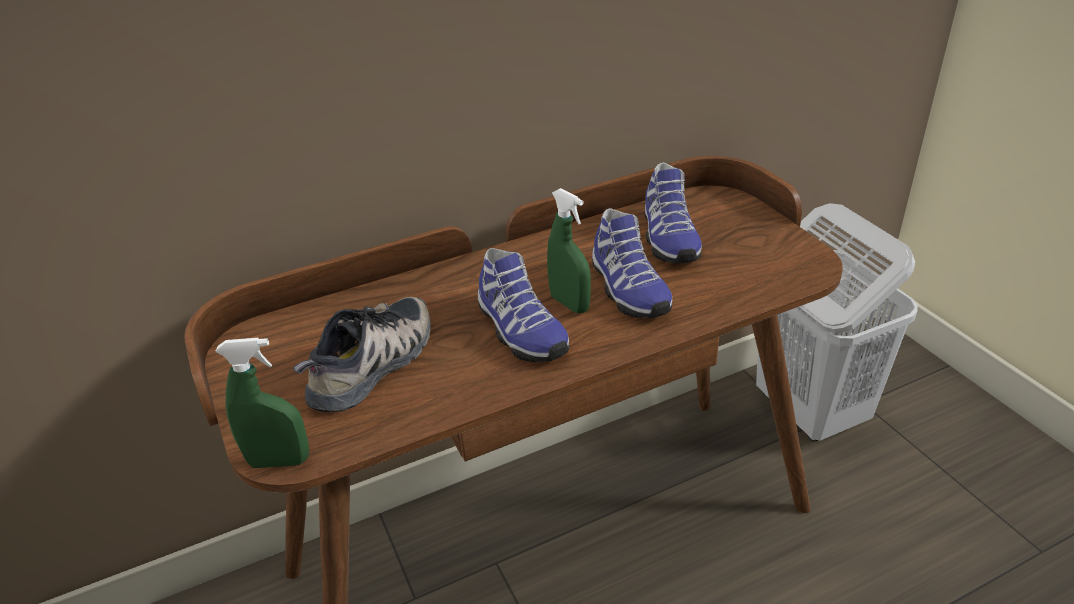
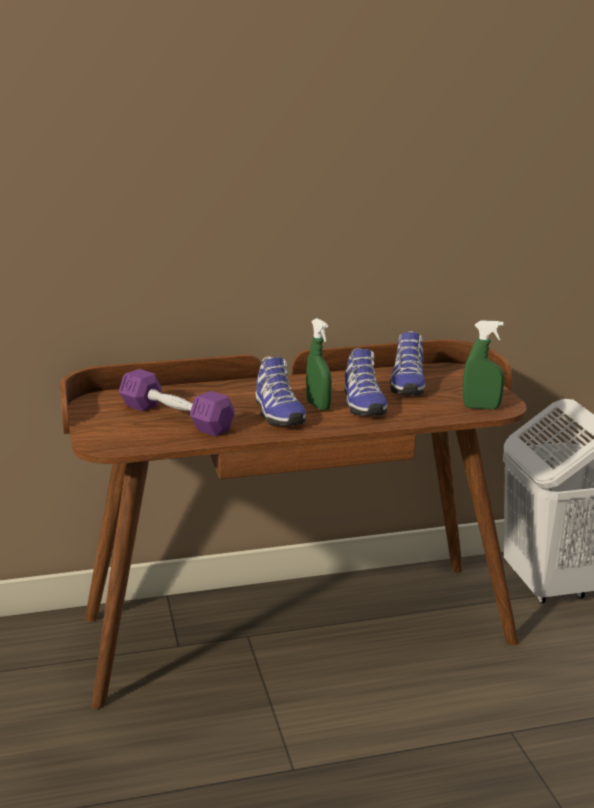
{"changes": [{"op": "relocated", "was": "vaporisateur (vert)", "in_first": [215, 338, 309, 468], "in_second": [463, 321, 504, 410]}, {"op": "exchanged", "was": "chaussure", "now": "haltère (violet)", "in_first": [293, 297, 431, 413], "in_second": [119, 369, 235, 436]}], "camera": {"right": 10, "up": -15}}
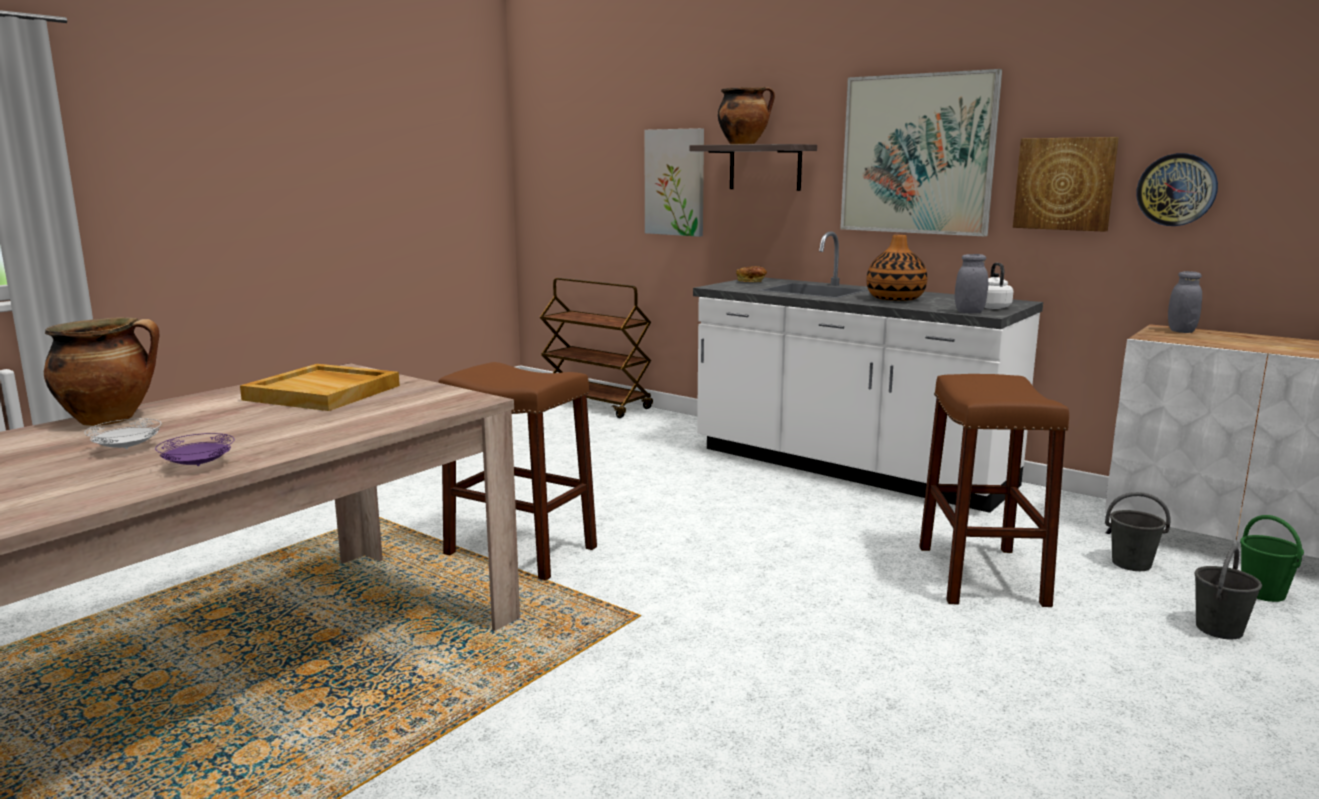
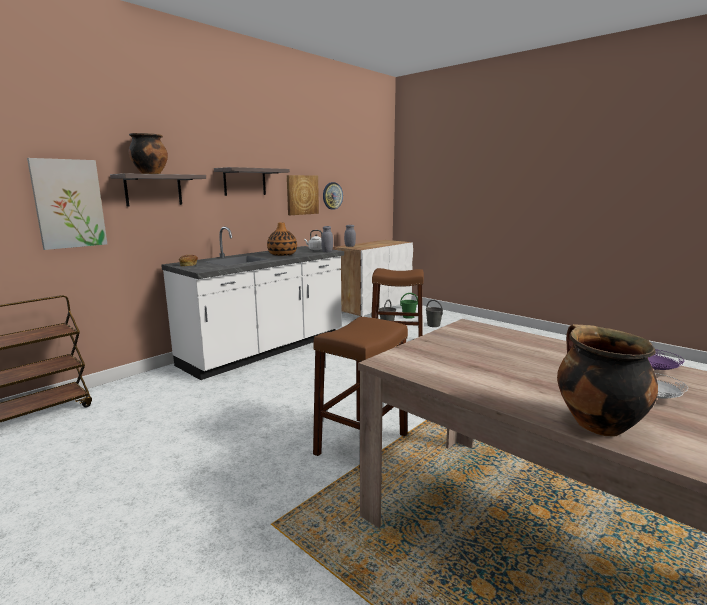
{"changes": [{"op": "missing", "was": "plateau (beige)", "in_first": [240, 364, 400, 411]}, {"op": "exchanged", "was": "tableau", "now": "étagère", "in_first": [840, 69, 1002, 236], "in_second": [214, 167, 290, 196]}], "camera": {"right": -85, "up": 0}}
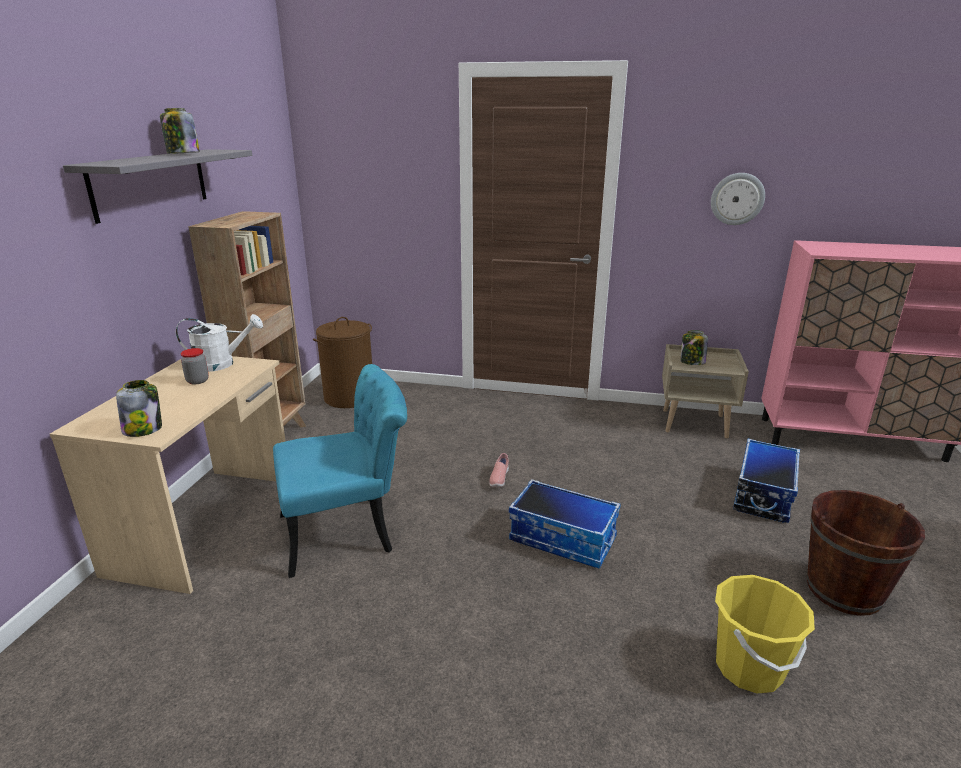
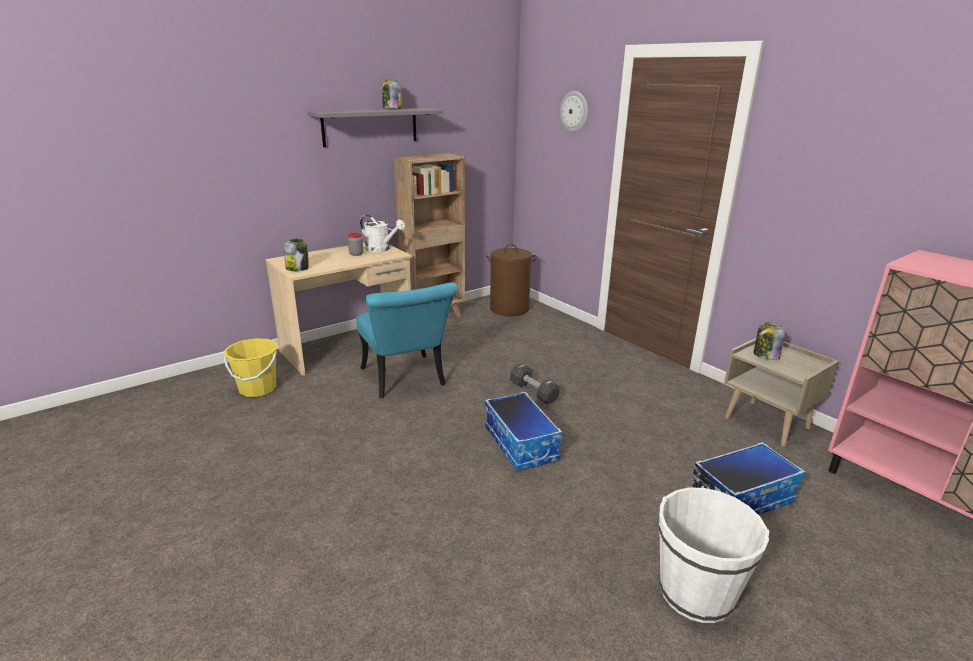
{"changes": [{"op": "relocated", "was": "horloge murale", "in_first": [711, 173, 765, 225], "in_second": [560, 91, 588, 132]}, {"op": "relocated", "was": "seau (jaune)", "in_first": [715, 575, 815, 693], "in_second": [224, 338, 278, 397]}, {"op": "exchanged", "was": "chaussure (rose)", "now": "haltère (noir)", "in_first": [489, 453, 509, 487], "in_second": [510, 363, 560, 405]}, {"op": "colour", "was": "seau (marron)", "now": "seau (blanc)", "in_first": [807, 490, 925, 616], "in_second": [659, 488, 769, 623]}, {"op": "spun", "was": "chaise (turquoise)", "in_first": [273, 364, 407, 578], "in_second": [356, 282, 458, 398], "clockwise": 45}], "camera": {"right": 40, "up": 0}}
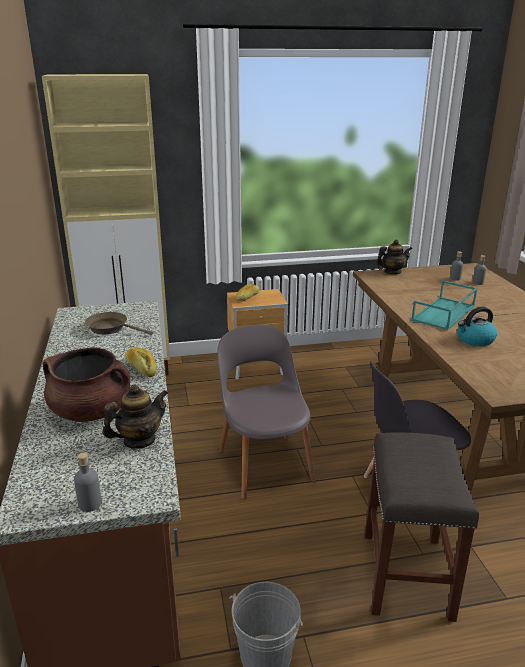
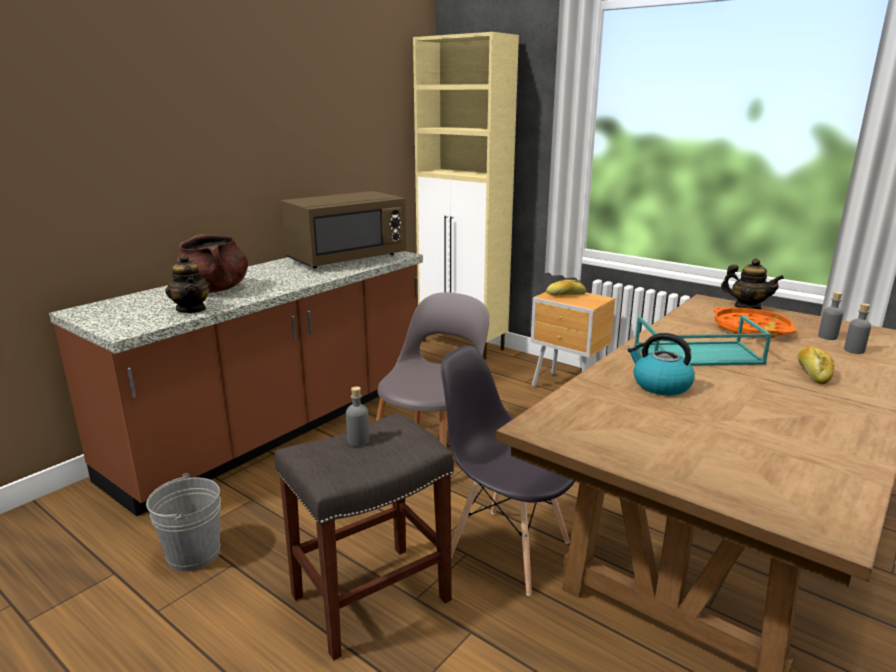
{"changes": [{"op": "appeared", "now": "plateau (orange)", "in_second": [714, 307, 796, 338]}, {"op": "relocated", "was": "bouteille (gris)", "in_first": [74, 453, 102, 512], "in_second": [346, 386, 369, 446]}, {"op": "relocated", "was": "pain", "in_first": [125, 347, 157, 377], "in_second": [797, 346, 835, 384]}, {"op": "exchanged", "was": "poêle (marron)", "now": "micro-ondes (marron)", "in_first": [85, 312, 153, 335], "in_second": [281, 191, 406, 269]}, {"op": "spun", "was": "théière", "in_first": [103, 384, 168, 449], "in_second": [165, 254, 211, 313], "clockwise": 45}], "camera": {"right": 50, "up": -5}}
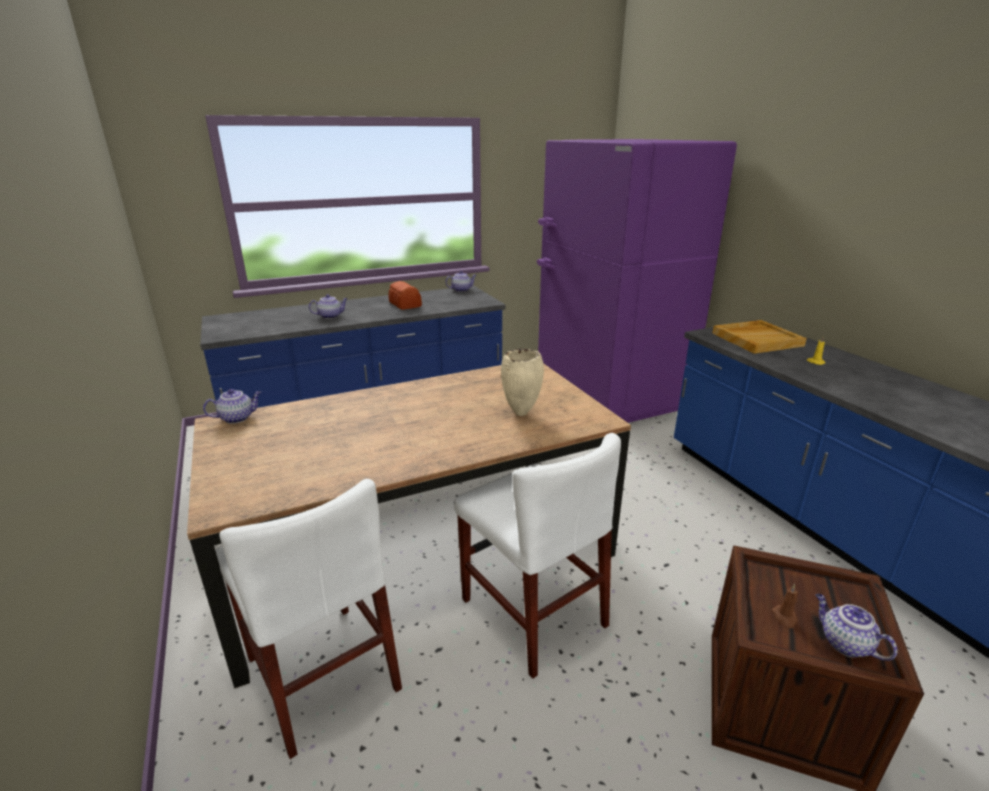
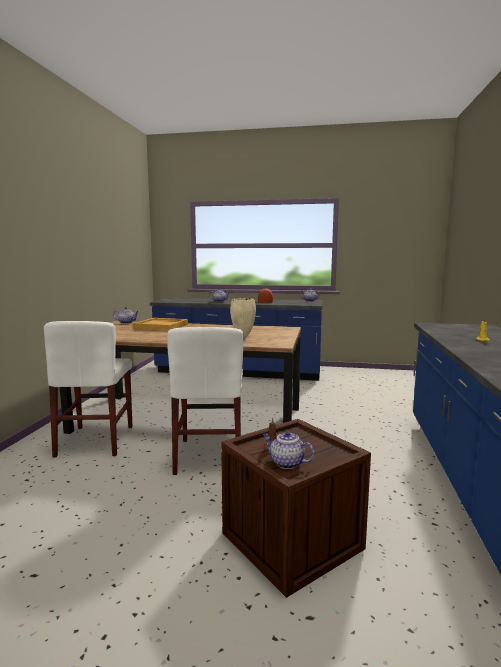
{"changes": [{"op": "missing", "was": "réfrigérateur (violet)", "in_first": [537, 139, 737, 423]}, {"op": "relocated", "was": "plateau (beige)", "in_first": [712, 320, 807, 354], "in_second": [133, 318, 188, 331]}, {"op": "spun", "was": "théière", "in_first": [816, 594, 898, 661], "in_second": [263, 431, 315, 469], "clockwise": -60}], "camera": {"right": 35, "up": -15}}
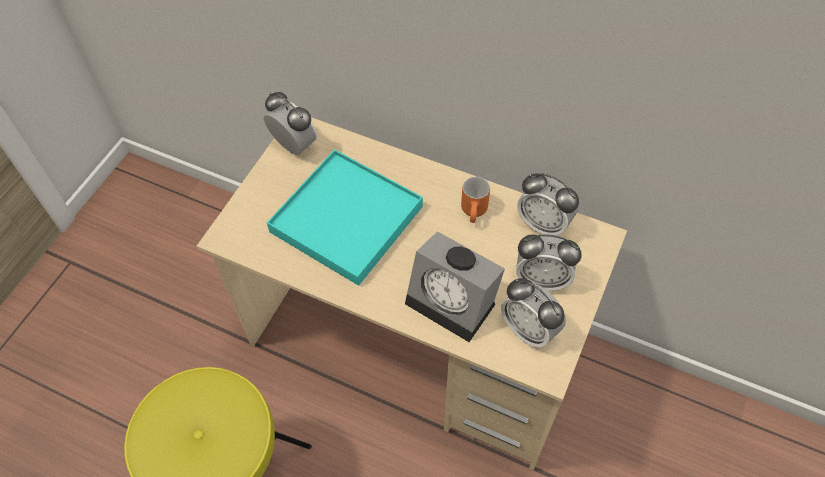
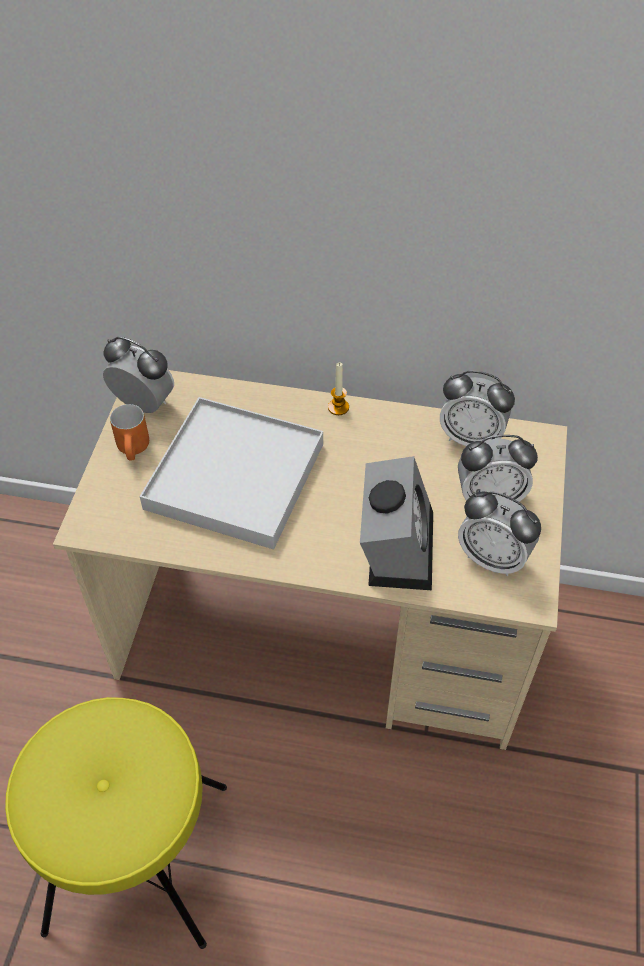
{"changes": [{"op": "appeared", "now": "bougie", "in_second": [328, 363, 349, 415]}, {"op": "relocated", "was": "mug (orange)", "in_first": [461, 177, 490, 223], "in_second": [110, 404, 149, 461]}, {"op": "colour", "was": "plateau (turquoise)", "now": "plateau (blanc)", "in_first": [267, 149, 423, 286], "in_second": [140, 397, 323, 550]}, {"op": "spun", "was": "réveil", "in_first": [405, 231, 505, 342], "in_second": [360, 456, 433, 590], "clockwise": -105}], "camera": {"right": -15, "up": -5}}
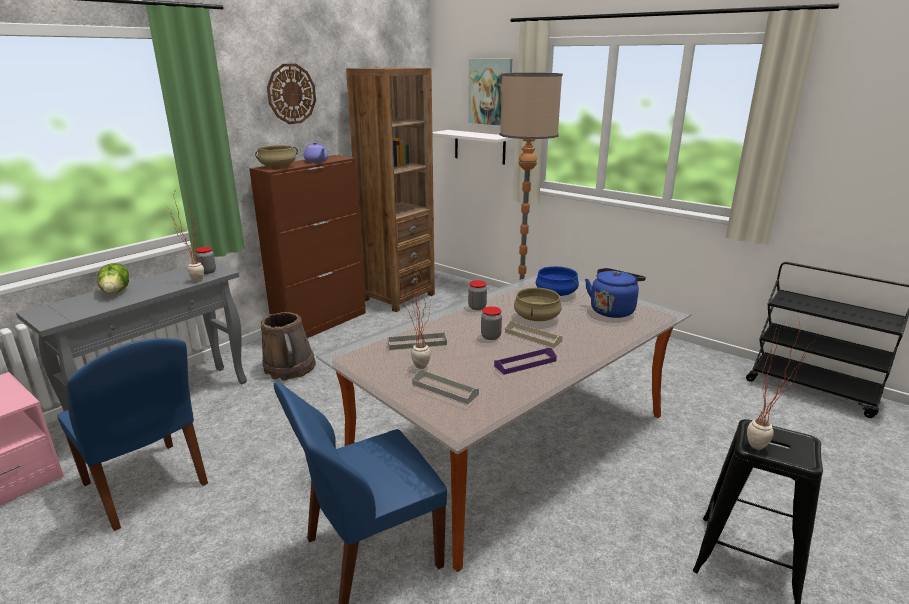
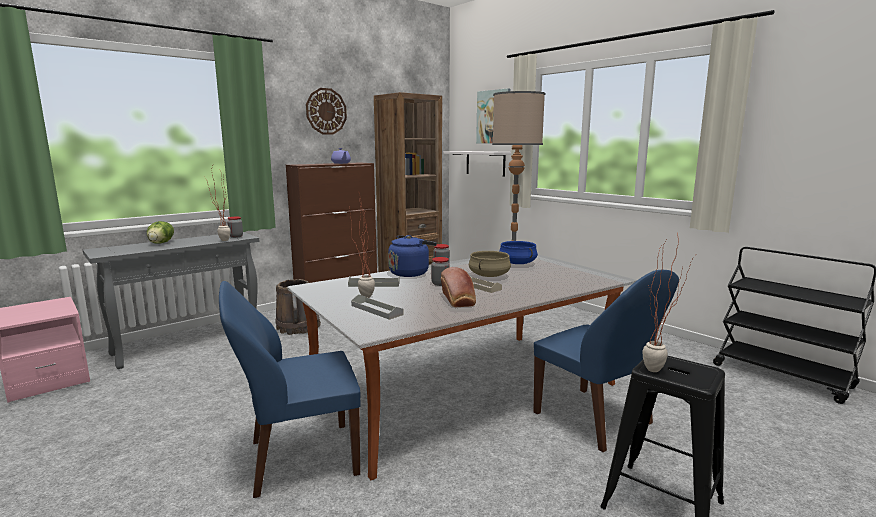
{"changes": [{"op": "missing", "was": "marmite (beige)", "in_first": [255, 145, 298, 167]}, {"op": "relocated", "was": "chaise (bleu)", "in_first": [57, 338, 208, 531], "in_second": [534, 270, 679, 452]}, {"op": "relocated", "was": "bouilloire (bleu)", "in_first": [585, 268, 646, 318], "in_second": [388, 235, 437, 277]}, {"op": "exchanged", "was": "plateau (violet)", "now": "pain", "in_first": [494, 348, 557, 375], "in_second": [441, 267, 476, 307]}], "camera": {"right": 10, "up": -10}}
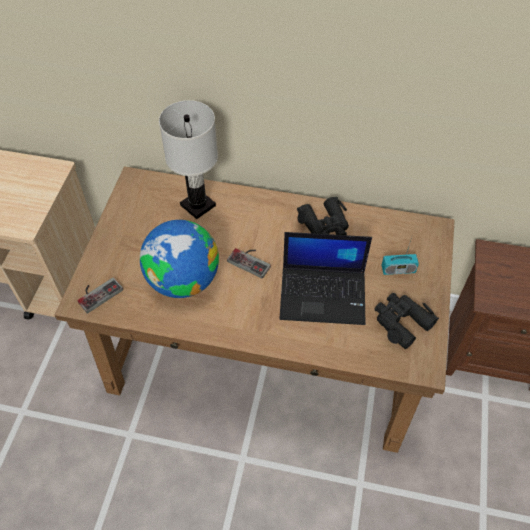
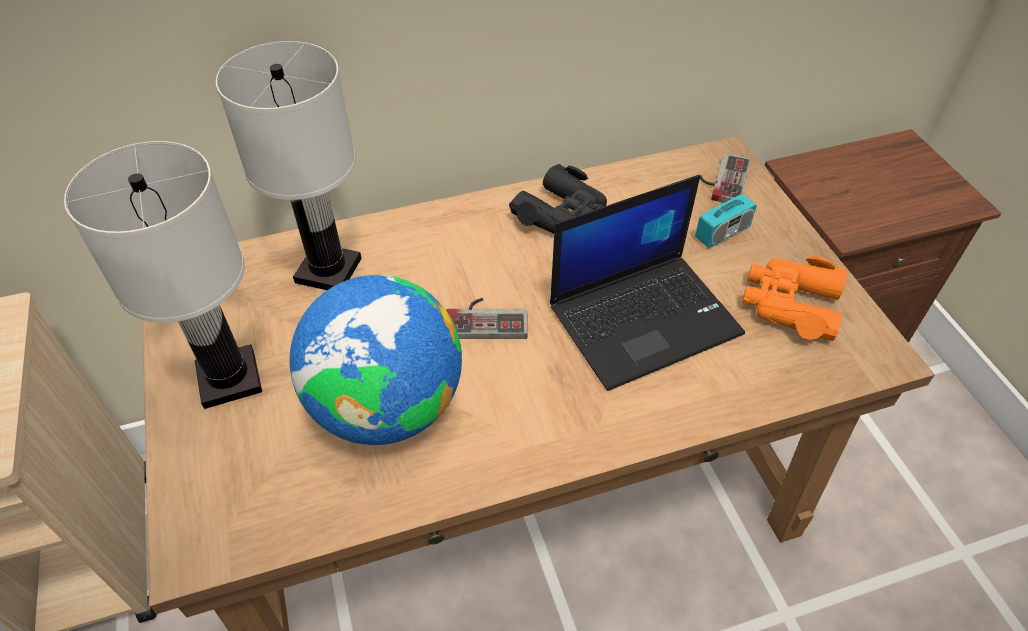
{"changes": [{"op": "appeared", "now": "lampe de table (blanc)", "in_second": [64, 141, 262, 409]}, {"op": "relocated", "was": "manette", "in_first": [77, 277, 123, 314], "in_second": [700, 153, 751, 203]}, {"op": "colour", "was": "jumelles (noir)", "now": "jumelles (orange)", "in_first": [375, 293, 439, 349], "in_second": [742, 256, 847, 341]}], "camera": {"right": -30, "up": -5}}
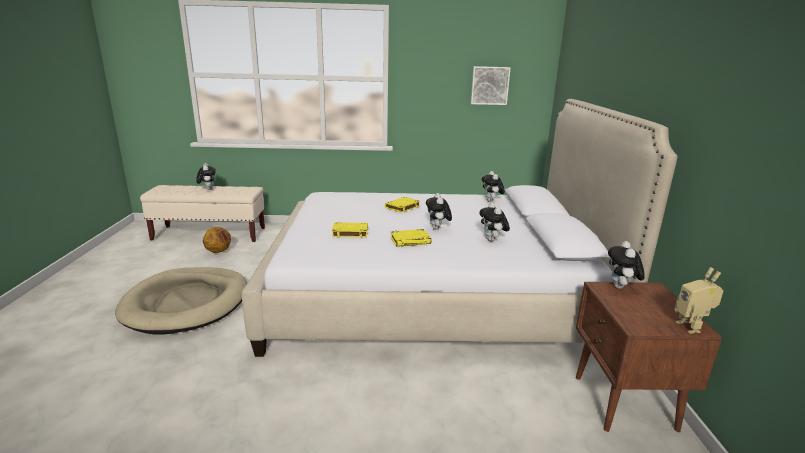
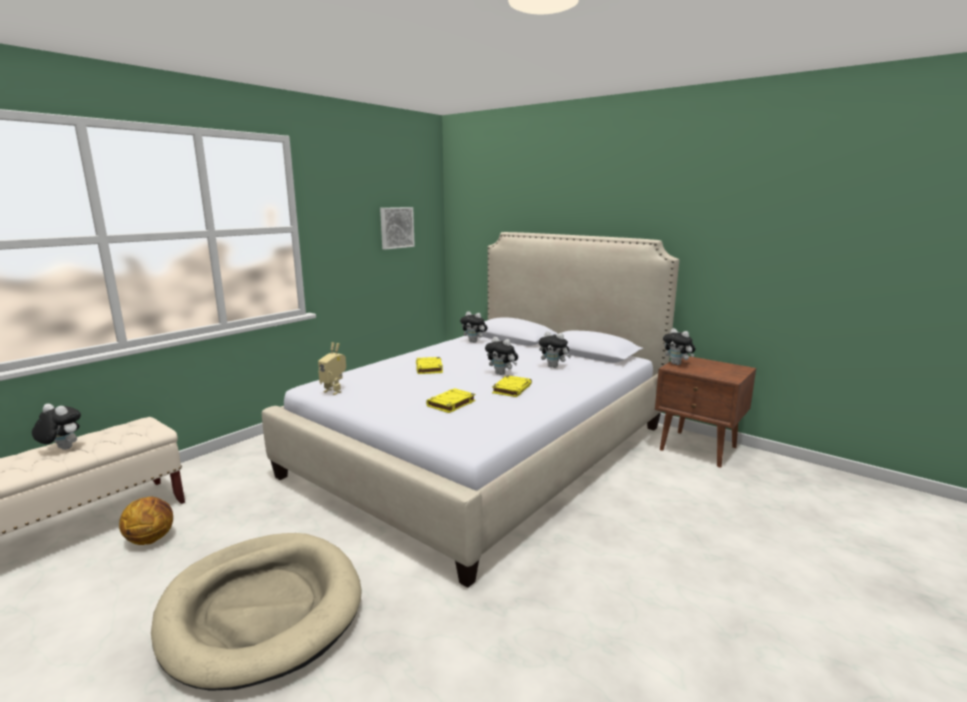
{"changes": [{"op": "relocated", "was": "robot jouet", "in_first": [675, 267, 723, 334], "in_second": [318, 342, 346, 395]}], "camera": {"right": -50, "up": -5}}
